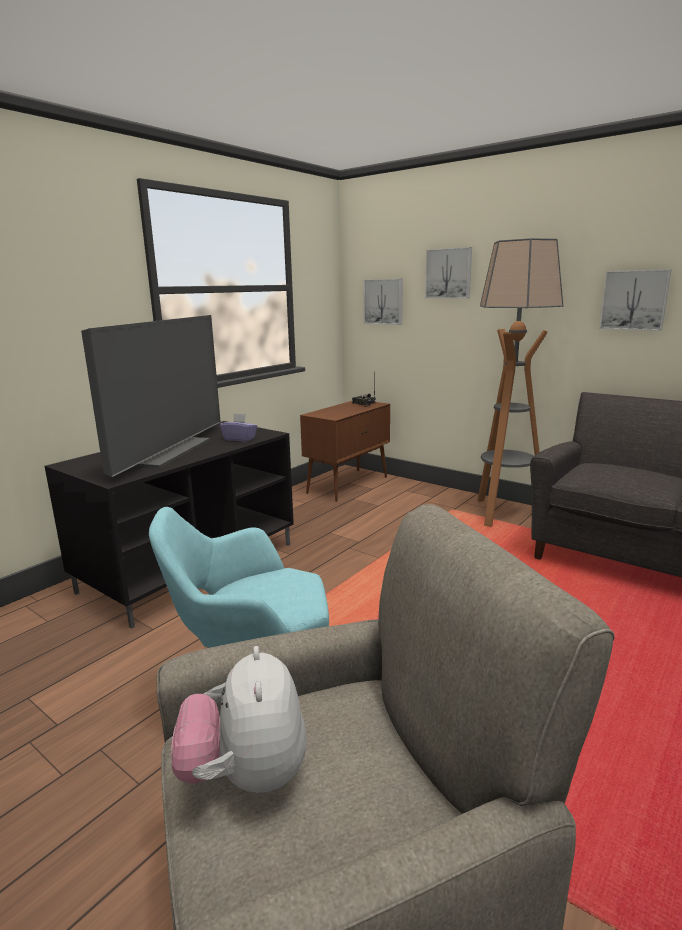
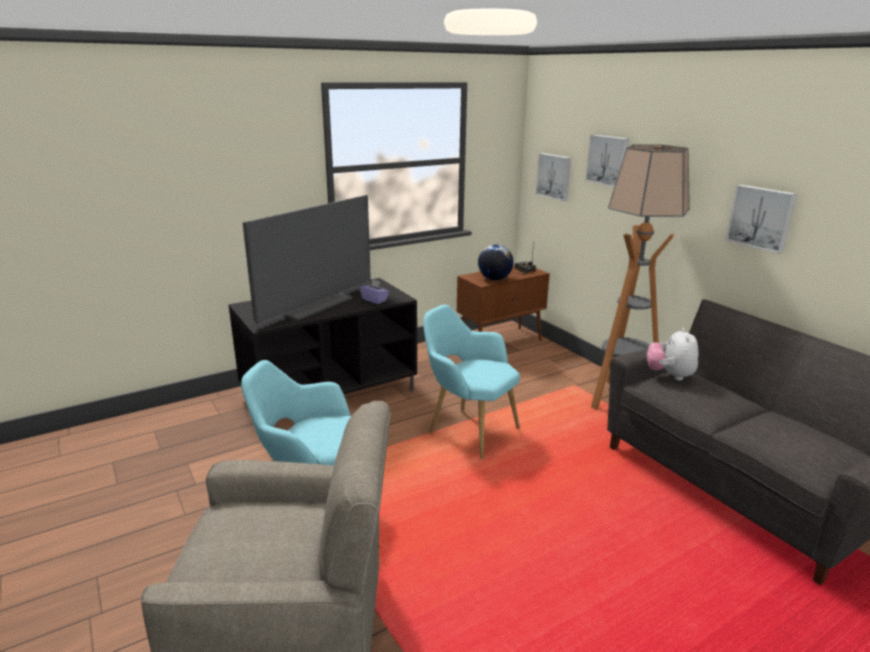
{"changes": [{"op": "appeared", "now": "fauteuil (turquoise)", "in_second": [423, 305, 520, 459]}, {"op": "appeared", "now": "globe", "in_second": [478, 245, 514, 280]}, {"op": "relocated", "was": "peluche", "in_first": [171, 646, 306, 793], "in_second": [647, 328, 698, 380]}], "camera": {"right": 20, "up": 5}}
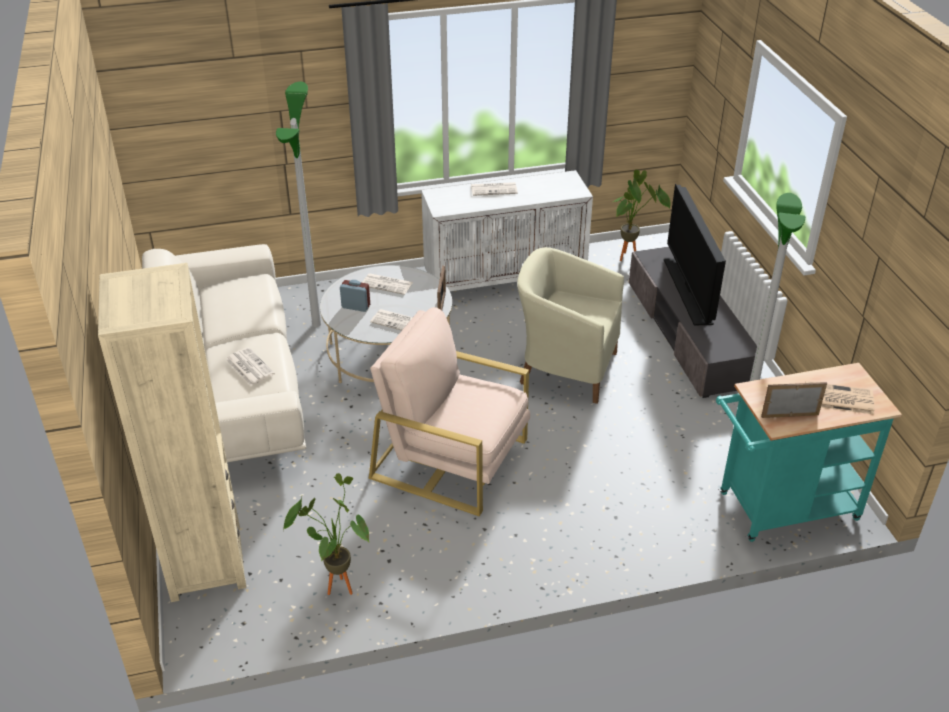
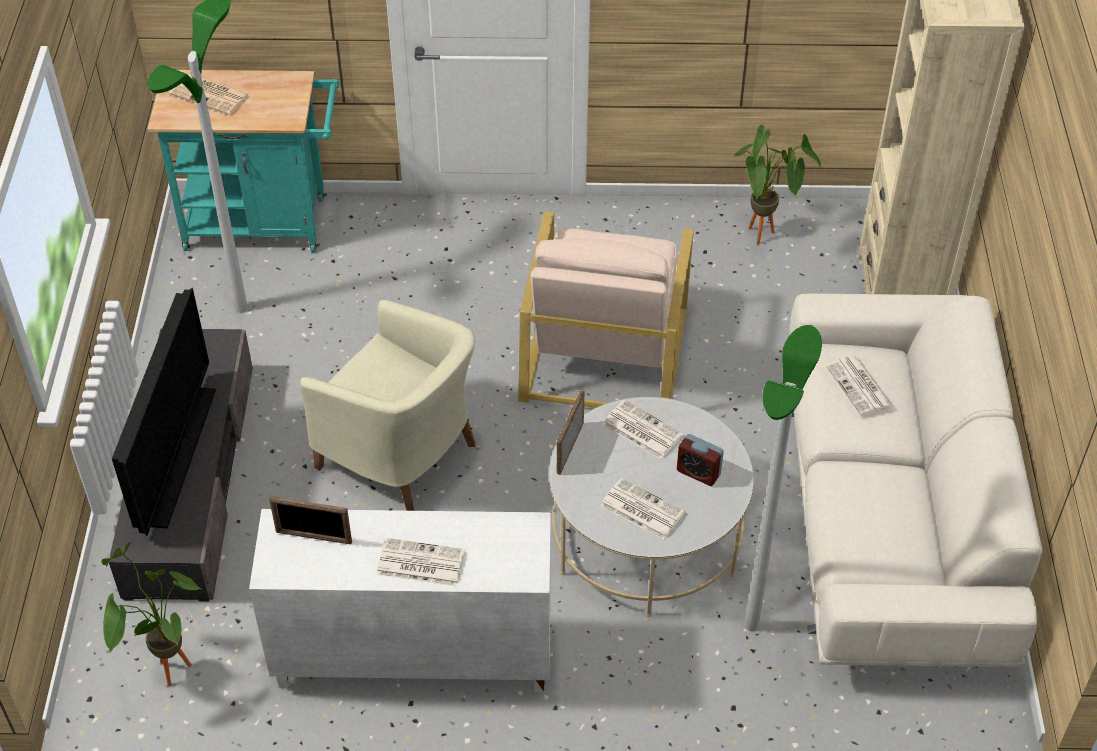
{"changes": [{"op": "relocated", "was": "cadre photo", "in_first": [761, 382, 827, 418], "in_second": [269, 496, 352, 544]}, {"op": "spun", "was": "fauteuil (beige)", "in_first": [368, 307, 530, 516], "in_second": [518, 211, 694, 408], "clockwise": 60}], "camera": {"right": -165, "up": 10}}
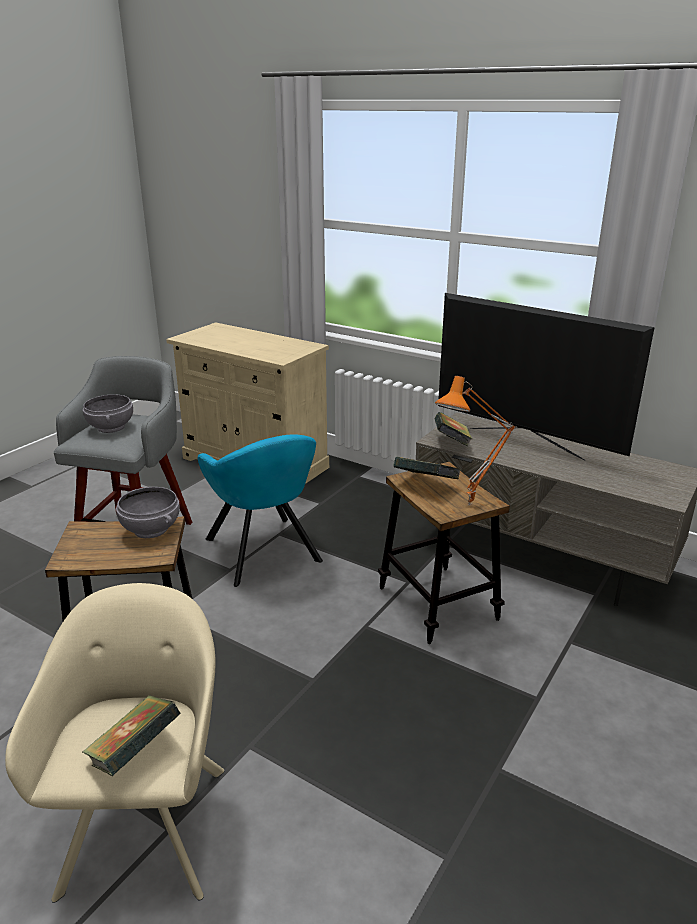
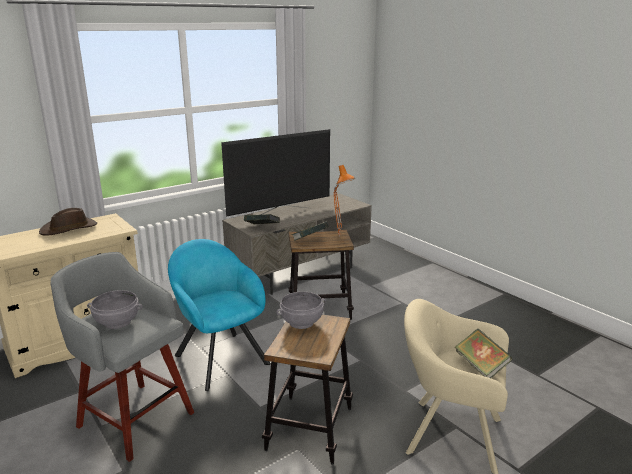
{"changes": [{"op": "appeared", "now": "chapeau (marron)", "in_second": [39, 208, 97, 236]}, {"op": "spun", "was": "fauteuil (turquoise)", "in_first": [198, 434, 323, 587], "in_second": [168, 239, 271, 391], "clockwise": -120}], "camera": {"right": -70, "up": -5}}
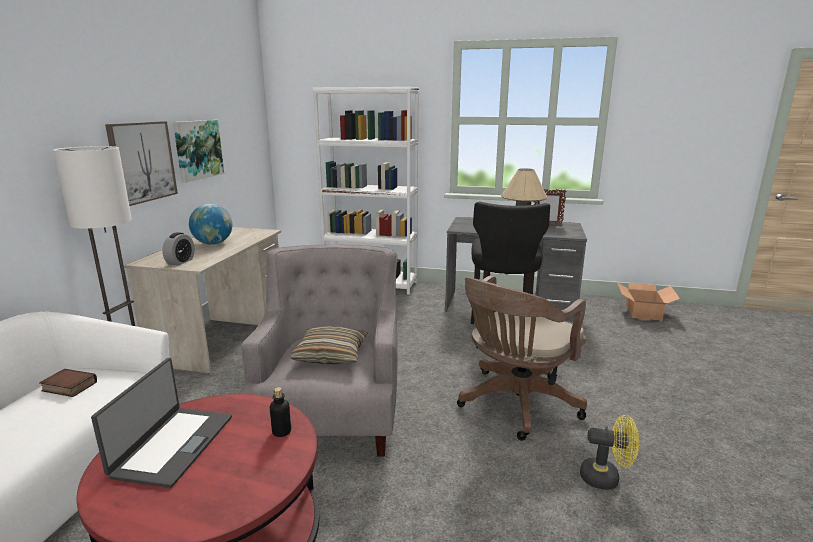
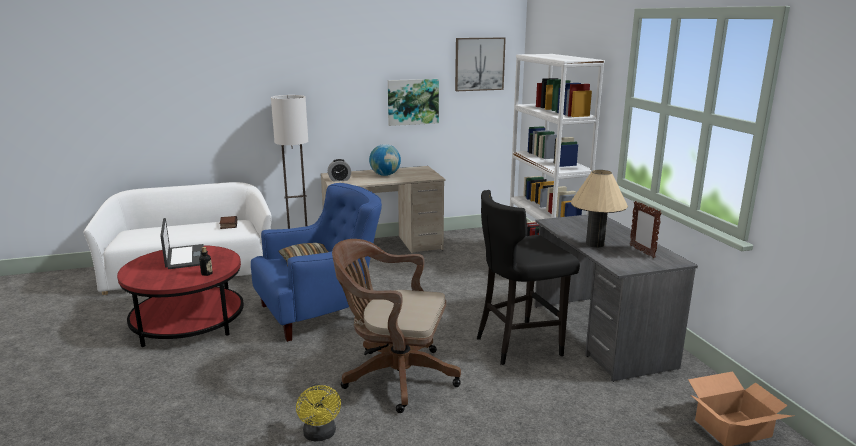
{"changes": [{"op": "relocated", "was": "tableau", "in_first": [105, 121, 178, 206], "in_second": [455, 38, 506, 91]}, {"op": "colour", "was": "fauteuil (gris)", "now": "fauteuil (bleu)", "in_first": [241, 244, 398, 456], "in_second": [251, 183, 382, 342]}, {"op": "spun", "was": "ordinateur portable", "in_first": [91, 358, 232, 488], "in_second": [160, 218, 204, 269], "clockwise": -90}], "camera": {"right": 60, "up": 0}}
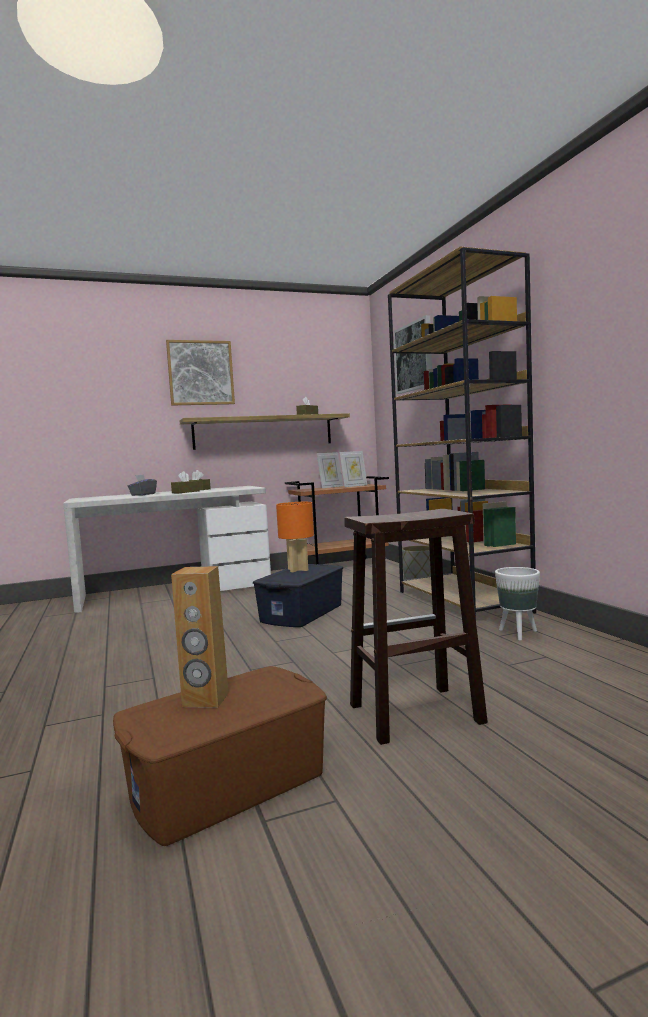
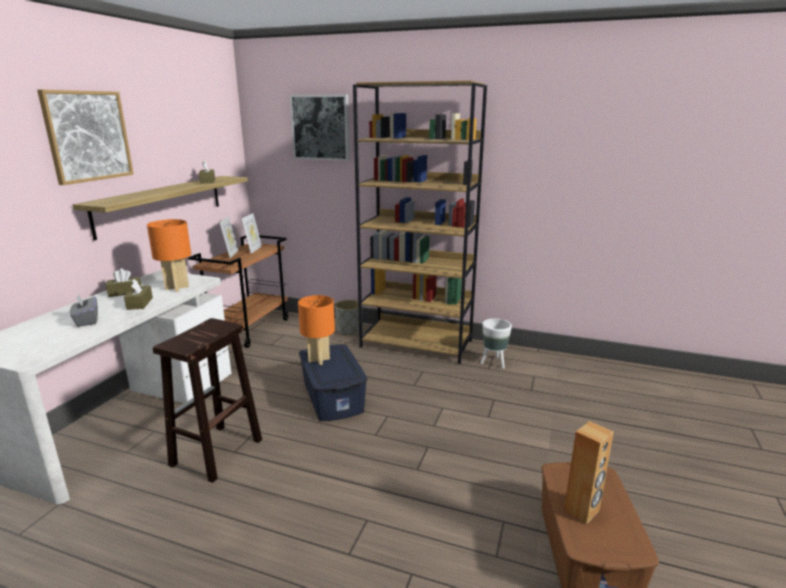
{"changes": [{"op": "appeared", "now": "lampe de table (orange)", "in_second": [147, 219, 191, 292]}, {"op": "relocated", "was": "tabouret (marron)", "in_first": [344, 509, 488, 745], "in_second": [153, 318, 262, 483]}], "camera": {"right": -50, "up": 15}}
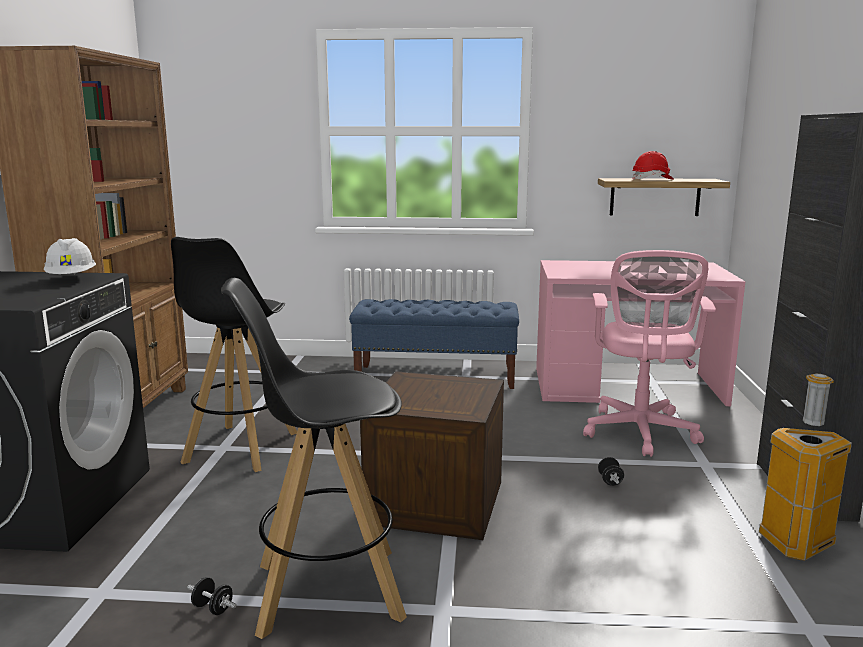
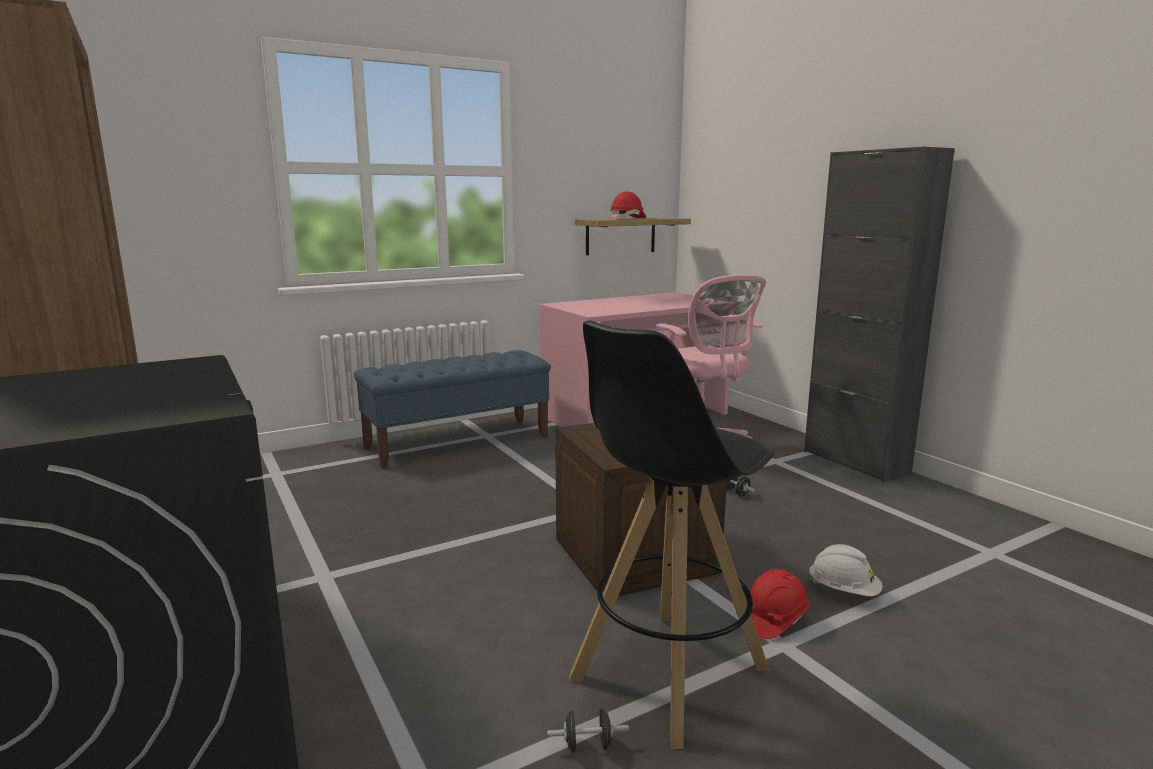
{"changes": [{"op": "missing", "was": "tabouret (noir)", "in_first": [171, 237, 297, 472]}, {"op": "missing", "was": "poubelle", "in_first": [759, 374, 852, 561]}, {"op": "appeared", "now": "casque de chantier (rouge)", "in_second": [746, 569, 810, 639]}, {"op": "relocated", "was": "casque de chantier (blanc)", "in_first": [44, 238, 96, 274], "in_second": [808, 544, 883, 596]}], "camera": {"right": -35, "up": 0}}
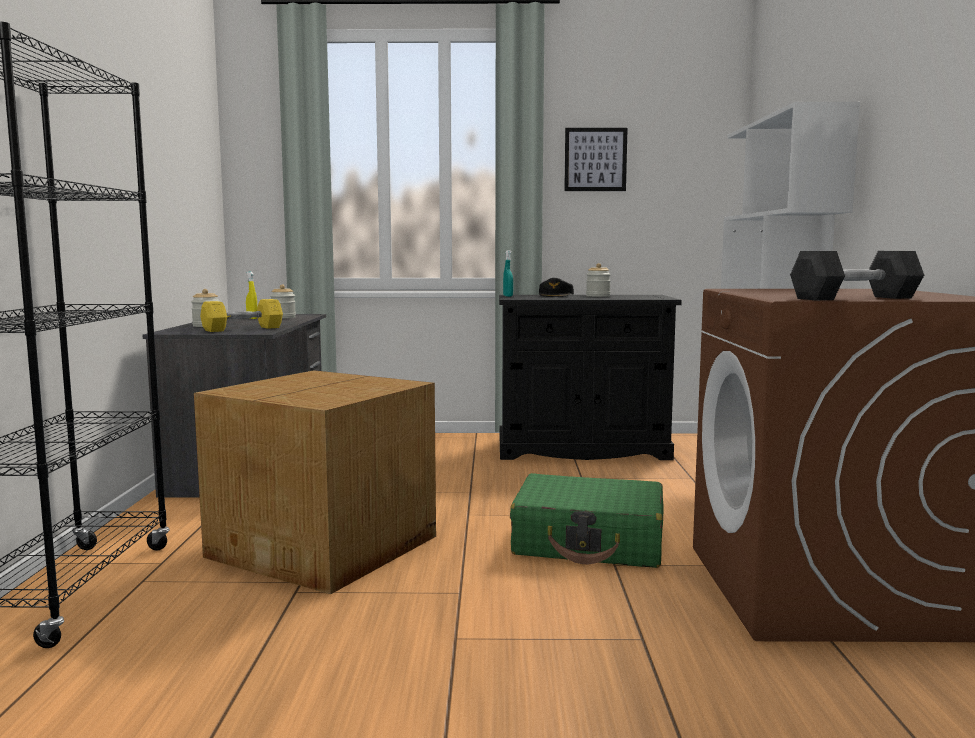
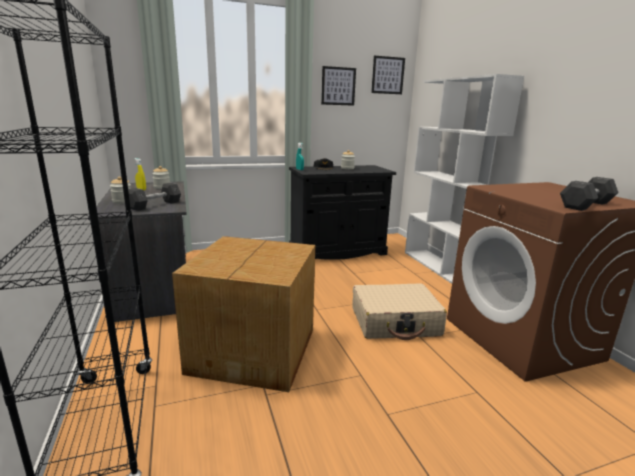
{"changes": [{"op": "appeared", "now": "tableau", "in_second": [371, 56, 405, 94]}, {"op": "colour", "was": "haltère (jaune)", "now": "haltère (gris)", "in_first": [200, 299, 283, 332], "in_second": [128, 183, 181, 211]}, {"op": "colour", "was": "valise (vert)", "now": "valise (beige)", "in_first": [510, 473, 664, 568], "in_second": [352, 284, 447, 340]}], "camera": {"right": -20, "up": 10}}
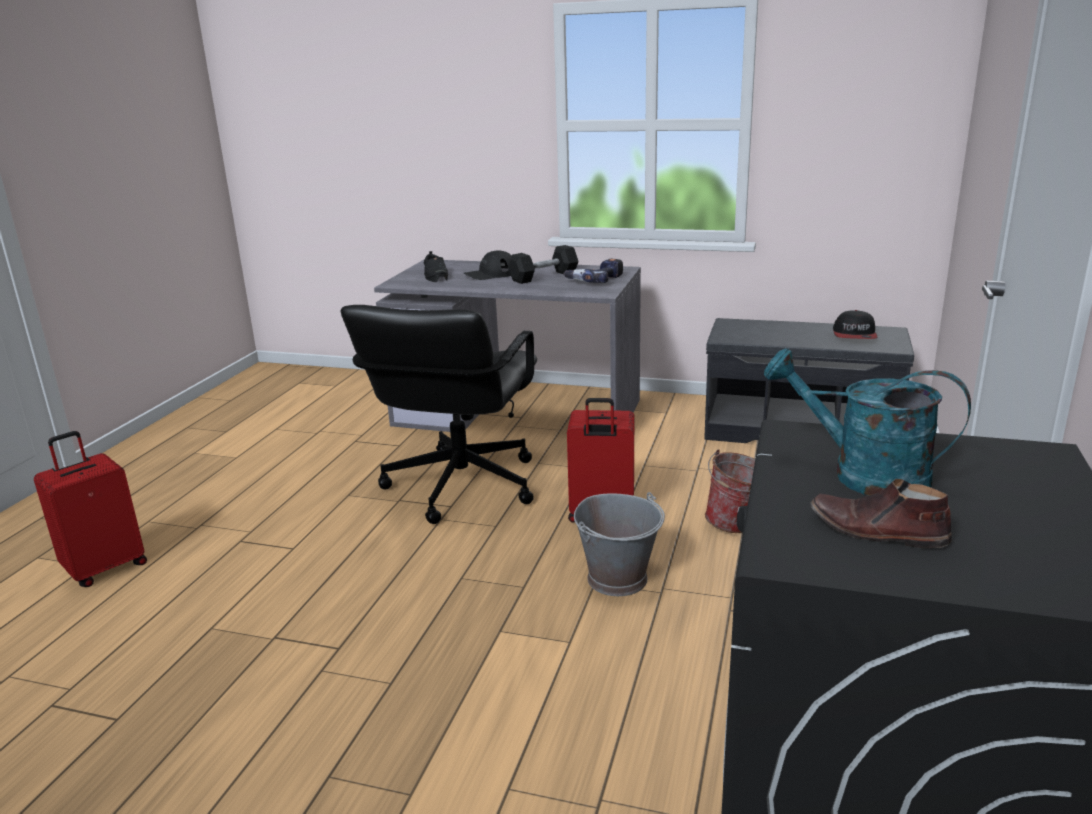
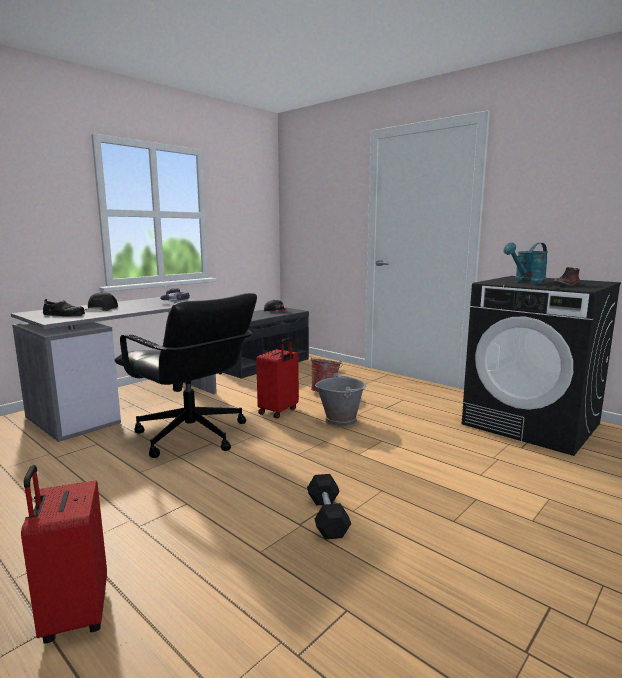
{"changes": [{"op": "relocated", "was": "haltère (noir)", "in_first": [508, 245, 578, 284], "in_second": [307, 474, 351, 540]}], "camera": {"right": -65, "up": -10}}
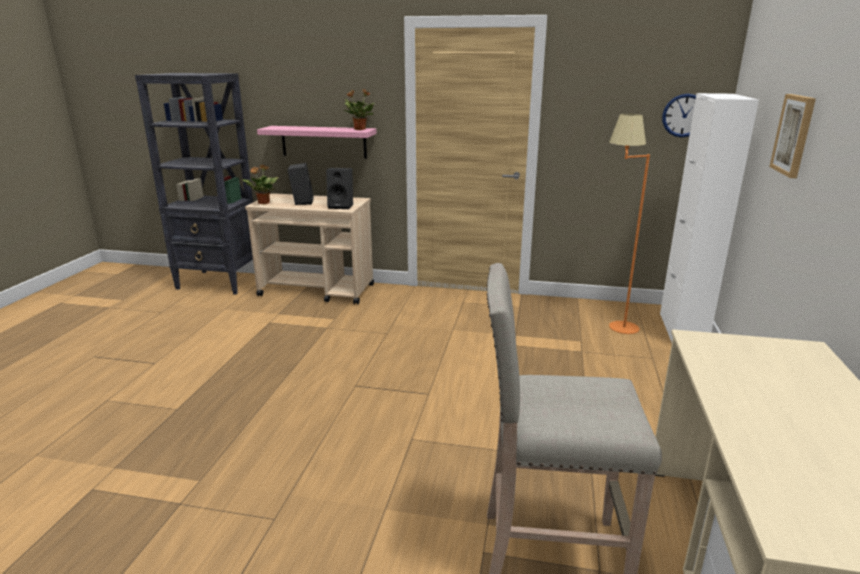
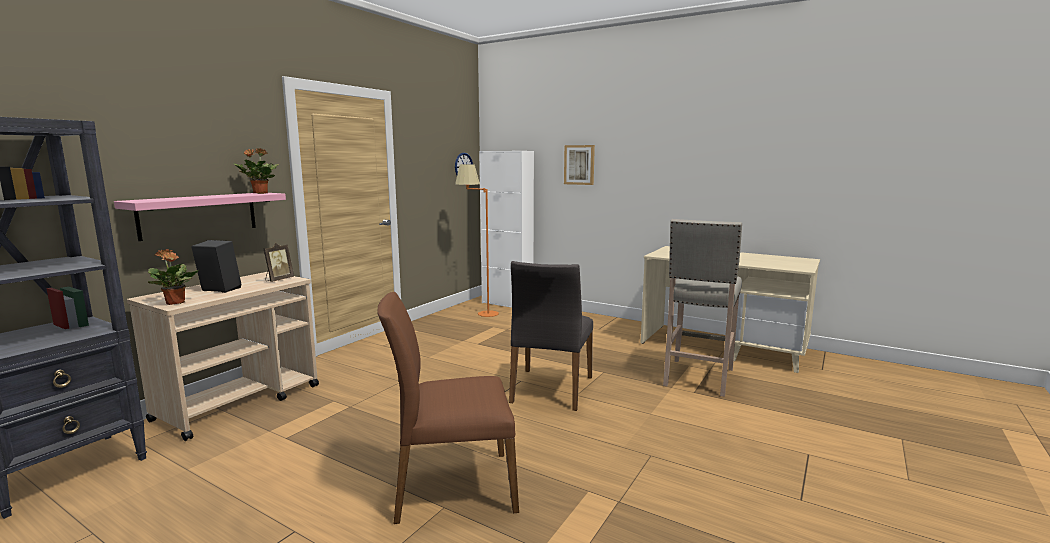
{"changes": [{"op": "appeared", "now": "chaise (marron)", "in_second": [377, 292, 519, 524]}, {"op": "appeared", "now": "chaise (gris)", "in_second": [509, 261, 593, 411]}, {"op": "exchanged", "was": "enceinte (noir)", "now": "cadre photo", "in_first": [326, 168, 353, 209], "in_second": [264, 243, 294, 282]}], "camera": {"right": -70, "up": -10}}
